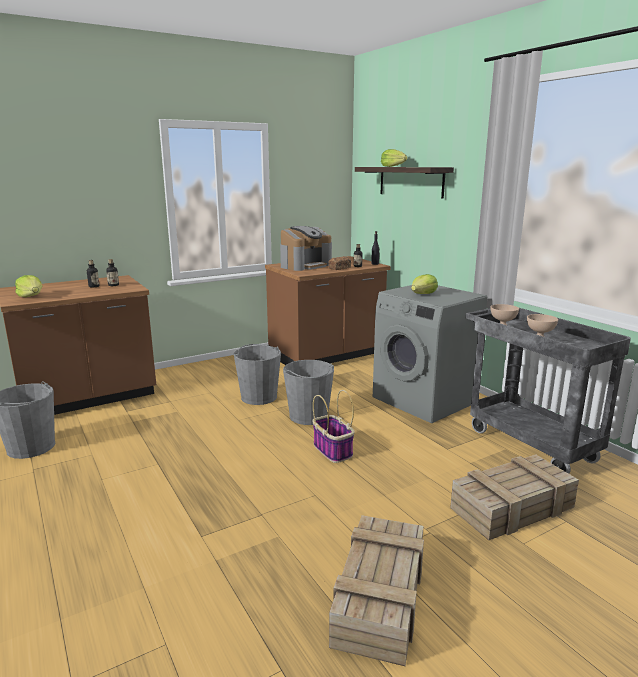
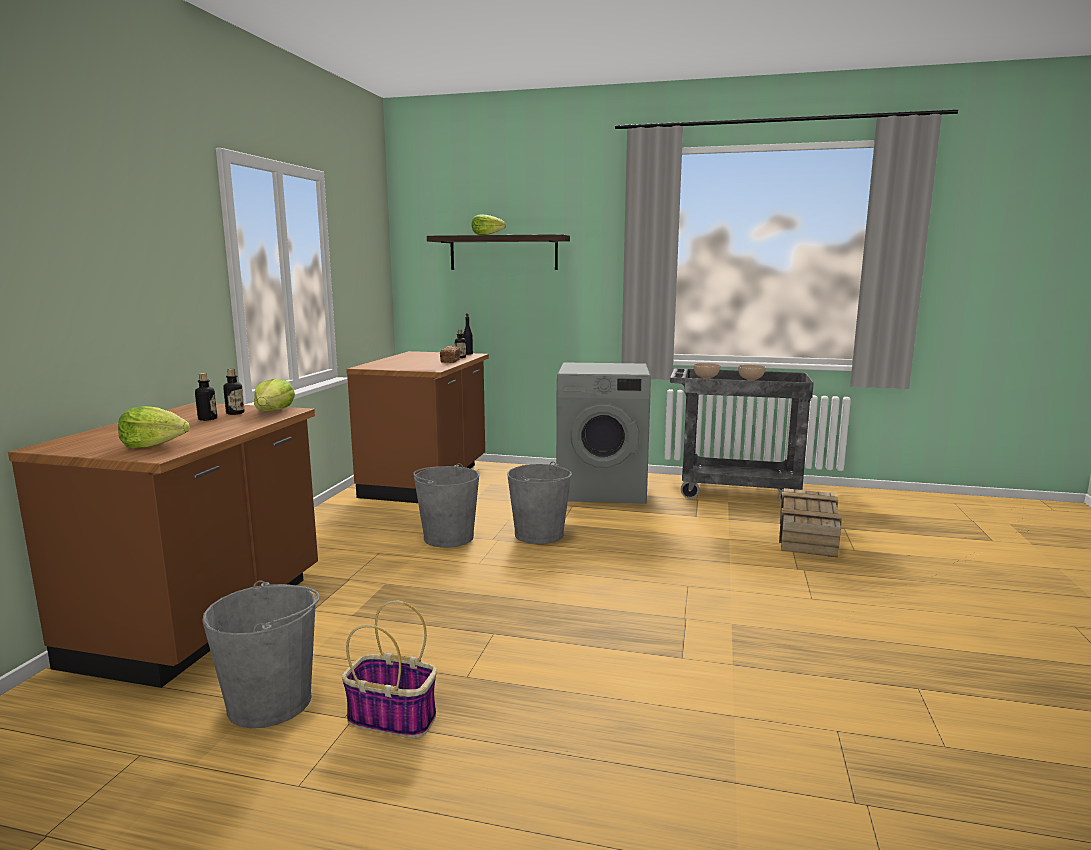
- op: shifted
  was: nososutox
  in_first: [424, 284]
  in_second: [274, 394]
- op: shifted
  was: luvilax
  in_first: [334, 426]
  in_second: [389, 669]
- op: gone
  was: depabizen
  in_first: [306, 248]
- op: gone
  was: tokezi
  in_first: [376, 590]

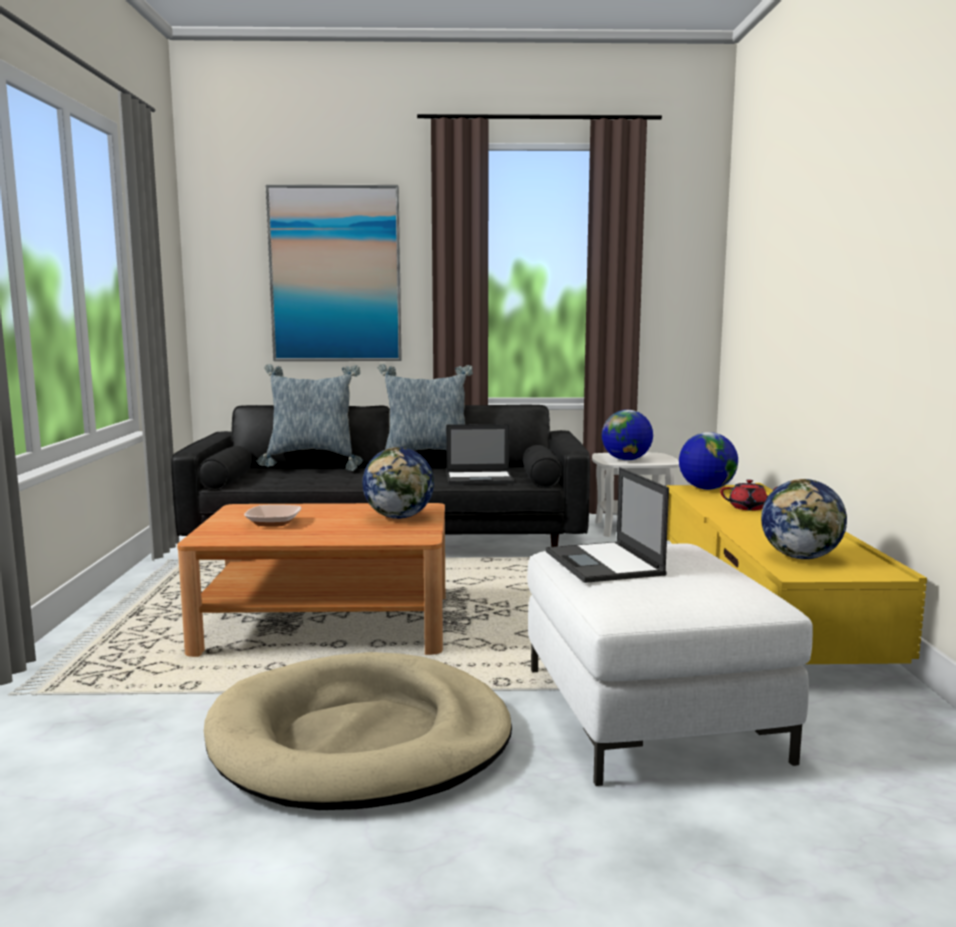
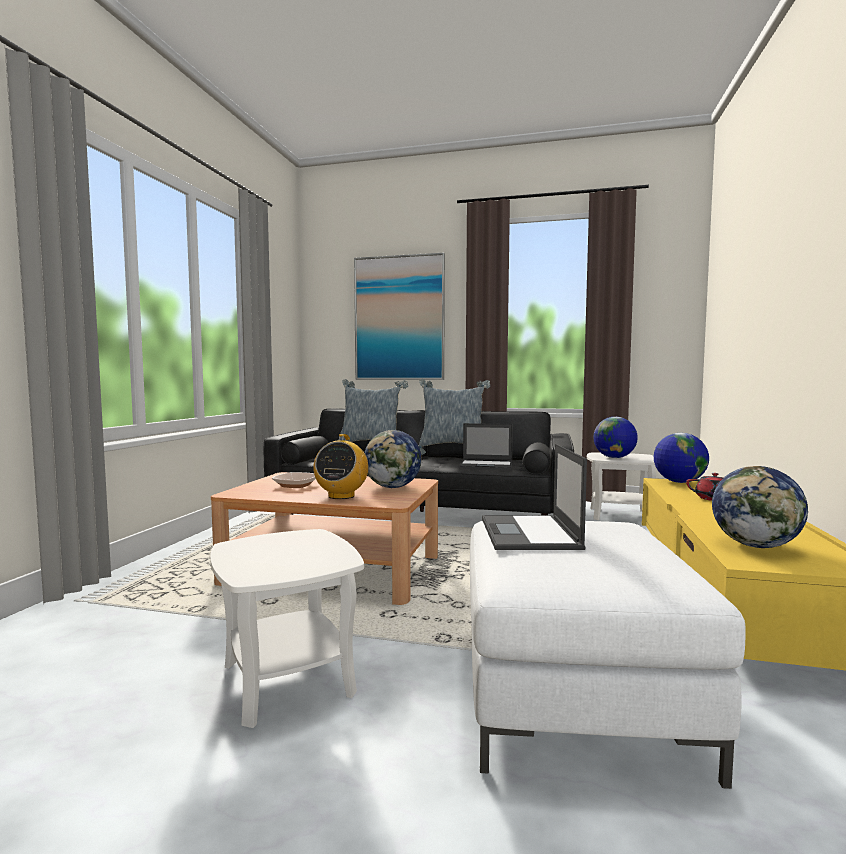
- op: swapped
  was: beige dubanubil
  now: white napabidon
  in_first: [358, 731]
  in_second: [287, 628]
- op: new
  now: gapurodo
  in_second: [340, 466]

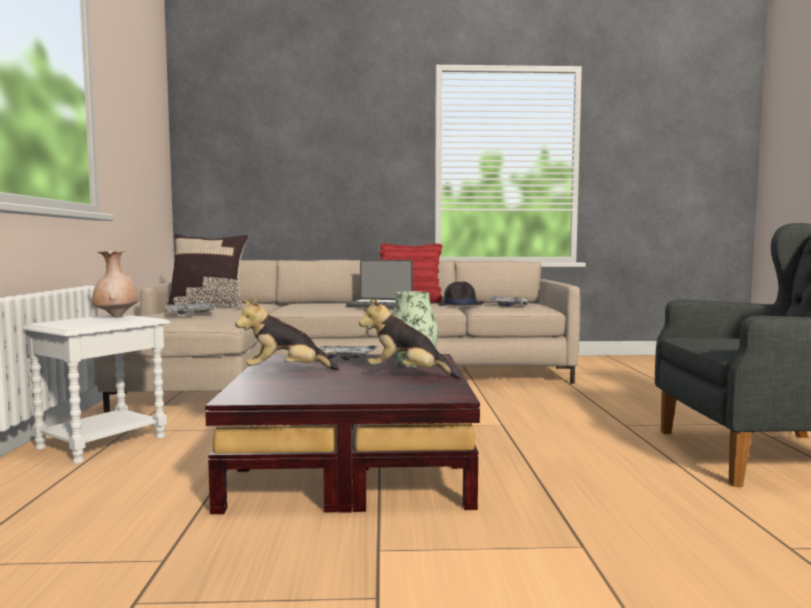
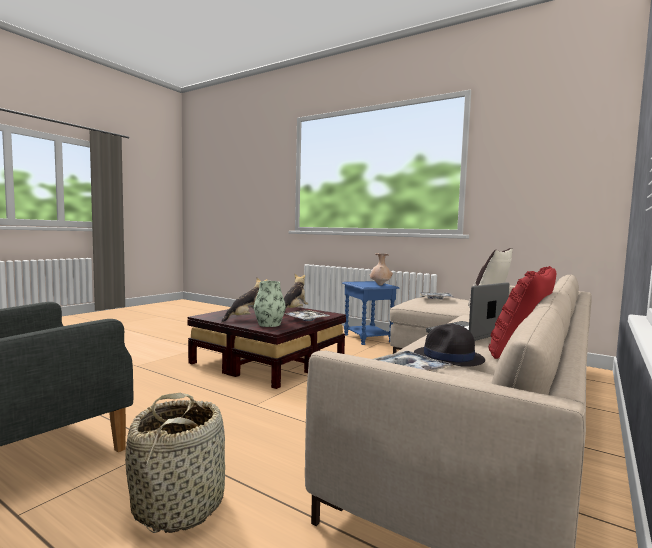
- op: new
  now: luvilax
  in_second: [175, 463]
- op: repainted
  was: white napabidon
  now: blue napabidon
  in_first: [96, 389]
  in_second: [371, 313]

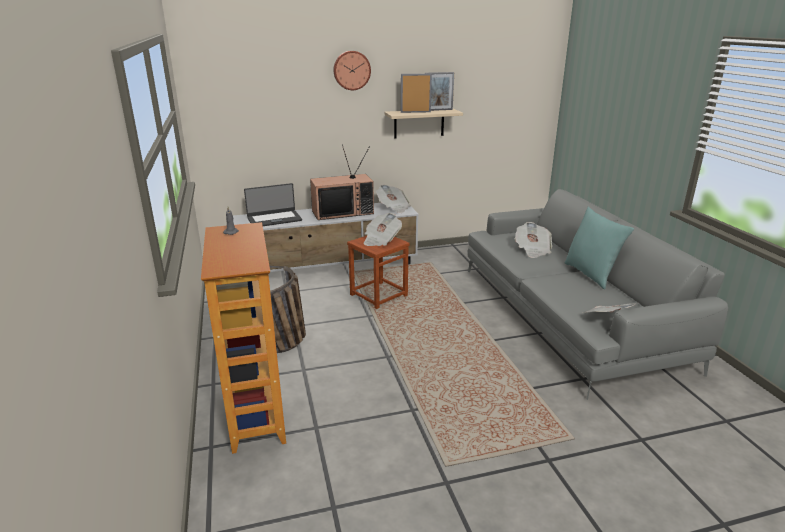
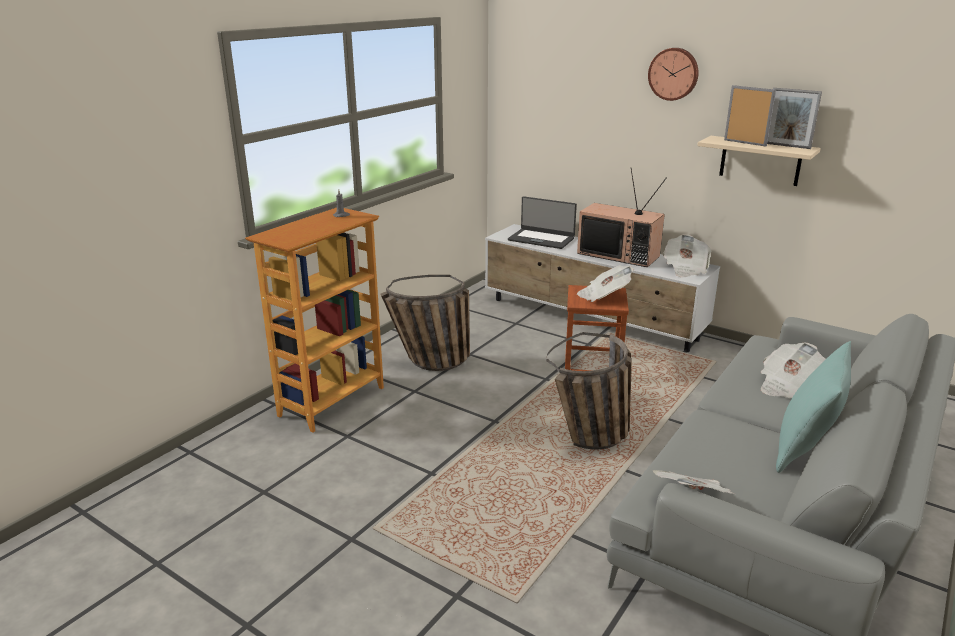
- op: new
  now: luvilax
  in_second: [589, 390]

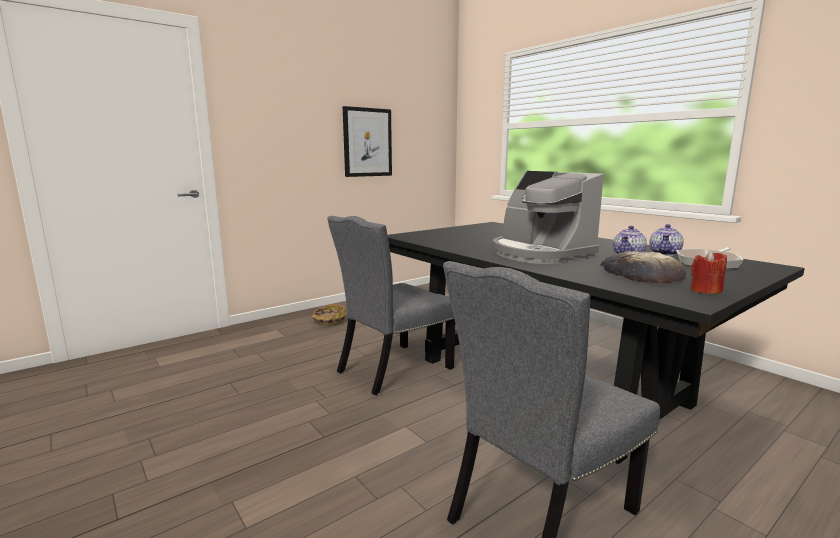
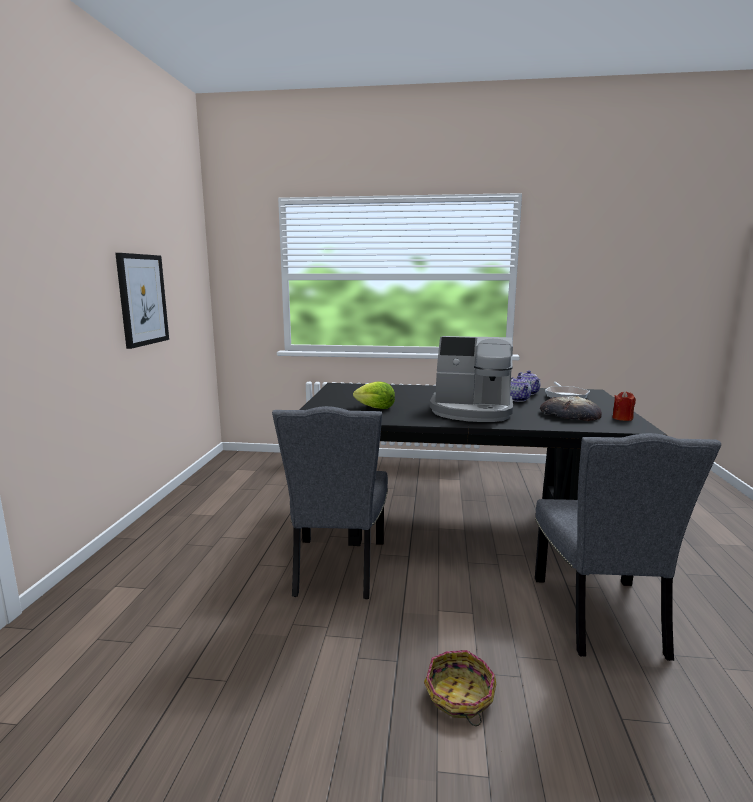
- op: new
  now: nososutox
  in_second: [374, 395]
- op: shifted
  was: luvilax
  in_first: [329, 315]
  in_second: [460, 688]

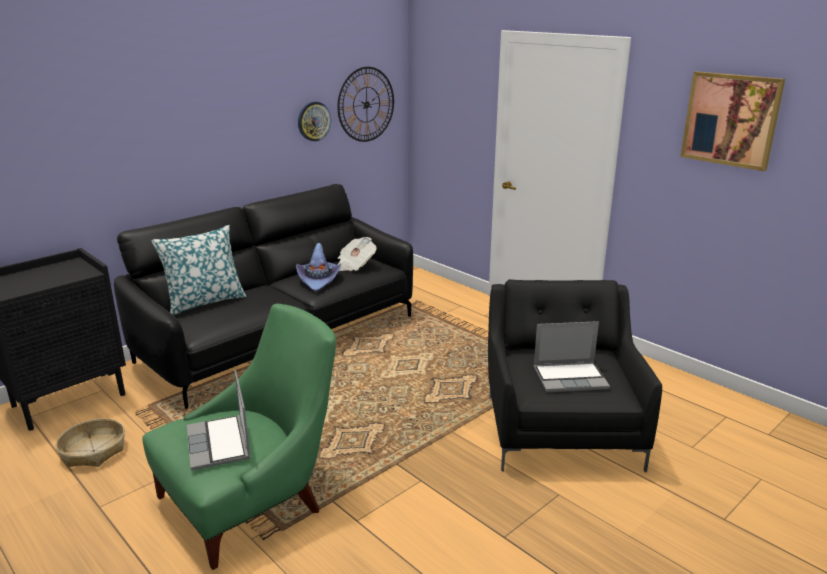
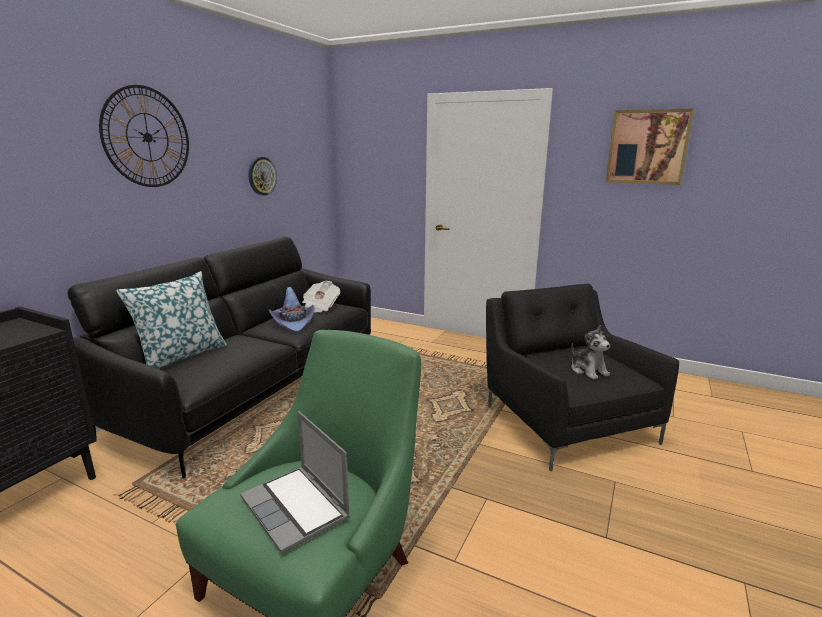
- op: shifted
  was: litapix
  in_first: [365, 104]
  in_second: [144, 136]
- op: swapped
  was: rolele
  now: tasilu
  in_first: [571, 356]
  in_second: [591, 352]
- op: gone
  was: luvilax
  in_first: [90, 443]

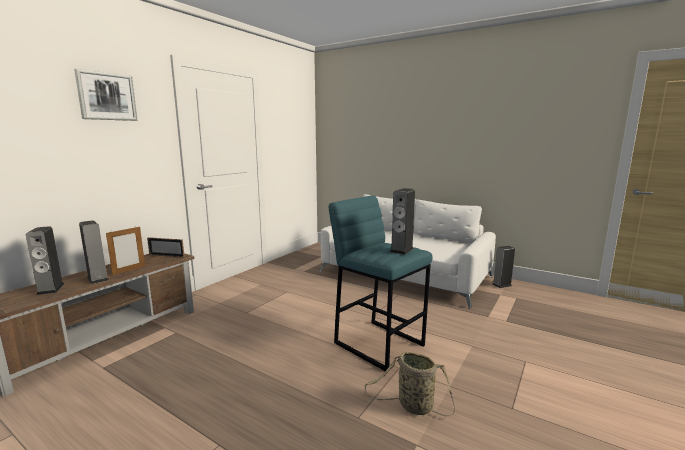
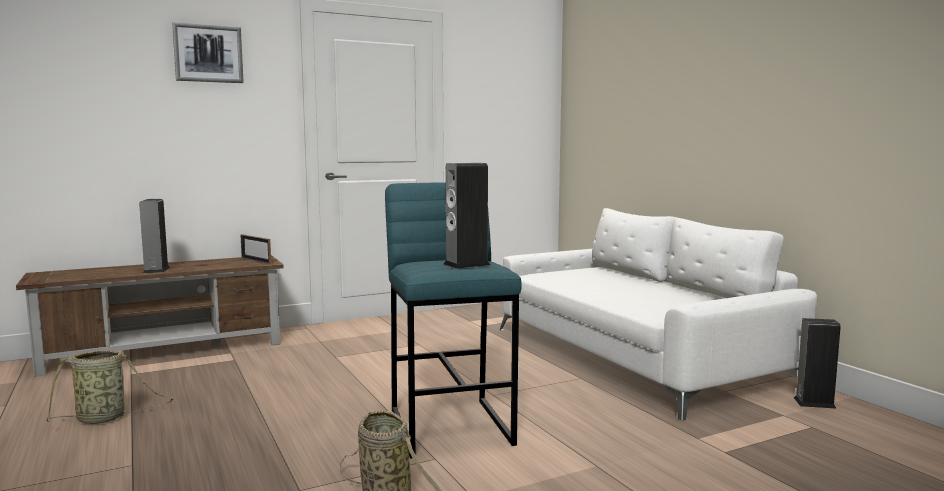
- op: new
  now: luvilax
  in_second: [109, 387]
- op: gone
  was: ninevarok
  in_first: [45, 260]
- op: gone
  was: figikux
  in_first: [125, 251]

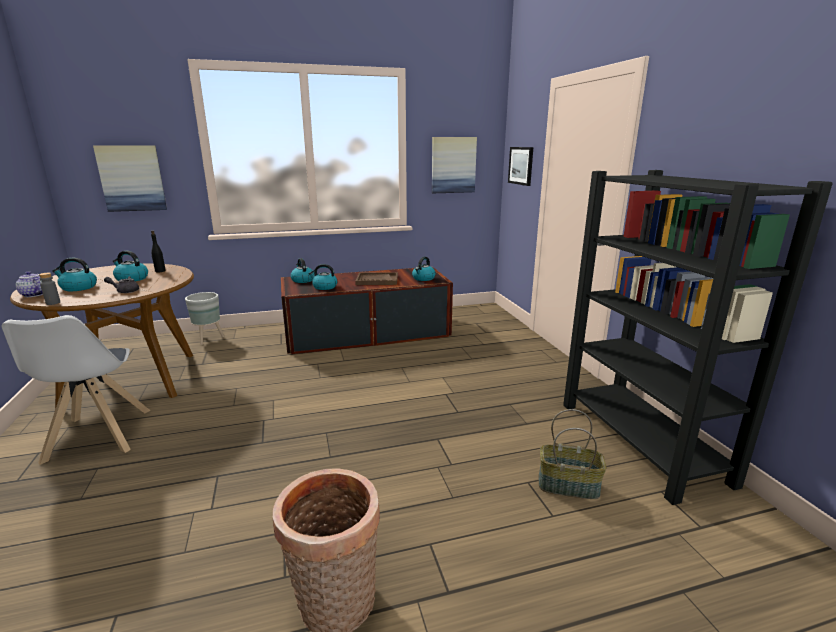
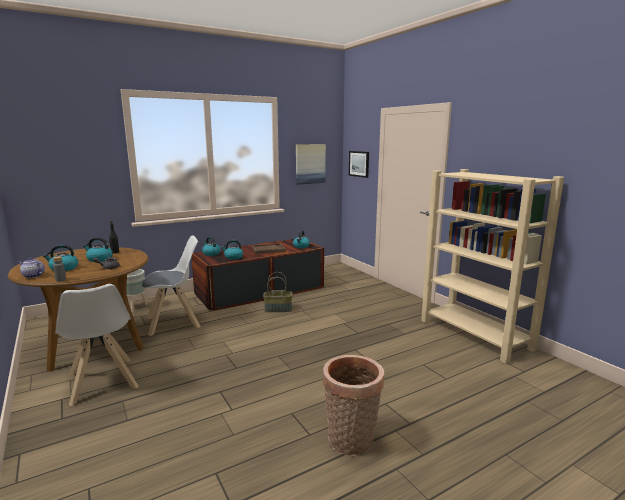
- op: new
  now: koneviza
  in_second: [171, 286]
- op: shifted
  was: luvilax
  in_first: [572, 454]
  in_second: [278, 292]
- op: repainted
  was: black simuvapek
  now: beige simuvapek
  in_first: [698, 337]
  in_second: [492, 266]
- op: gone
  was: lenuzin
  in_first: [130, 178]

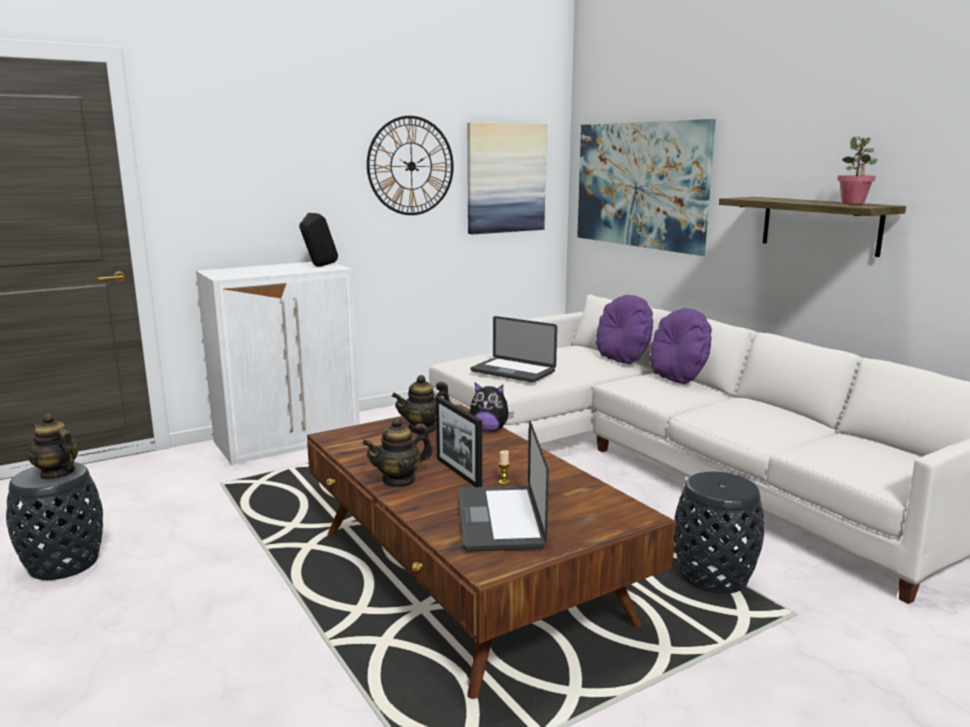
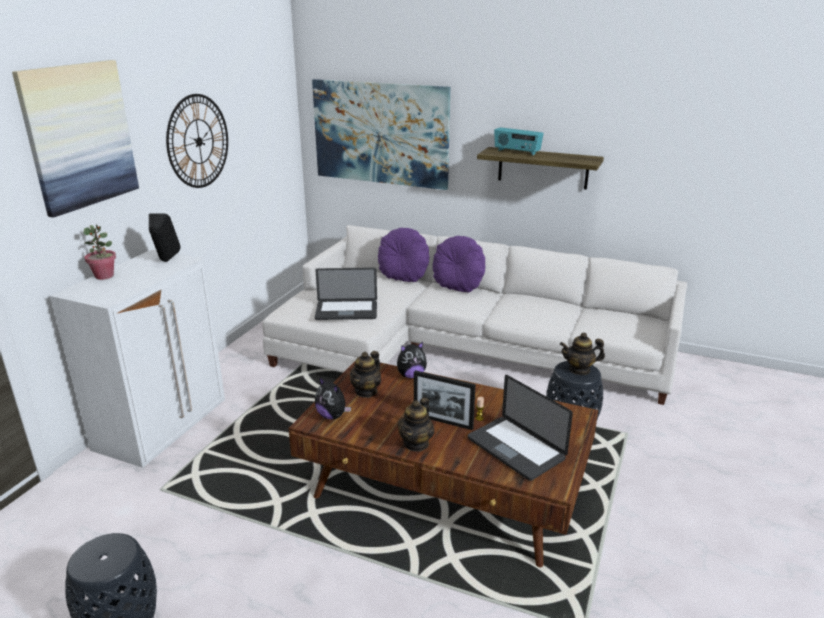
- op: shifted
  was: lenuzin
  in_first: [507, 178]
  in_second: [75, 139]
- op: shifted
  was: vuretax
  in_first: [857, 170]
  in_second: [100, 252]
- op: new
  now: tasilu
  in_second: [333, 398]
- op: new
  now: gapurodo
  in_second: [519, 141]
- op: shifted
  was: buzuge
  in_first: [53, 447]
  in_second: [582, 354]

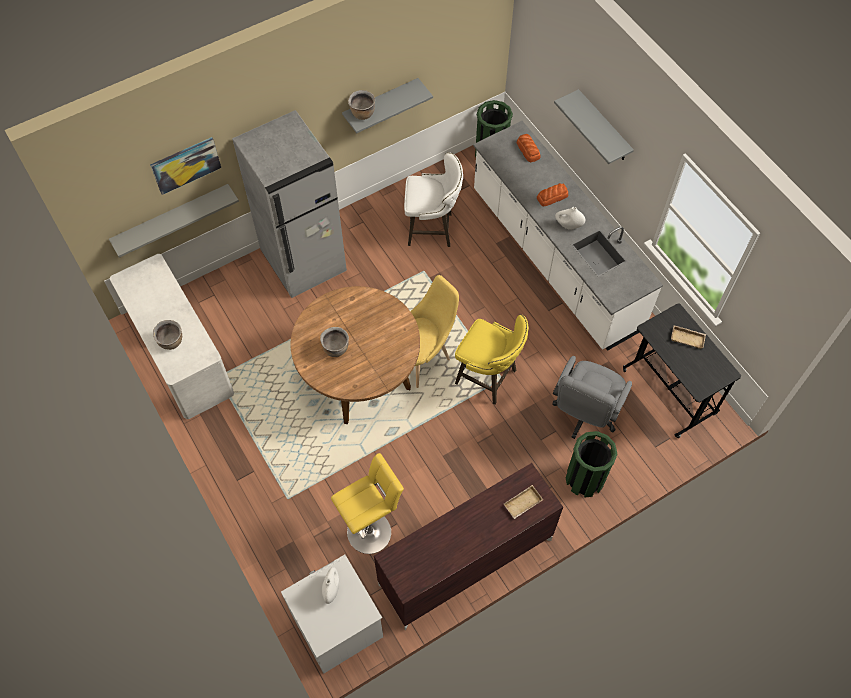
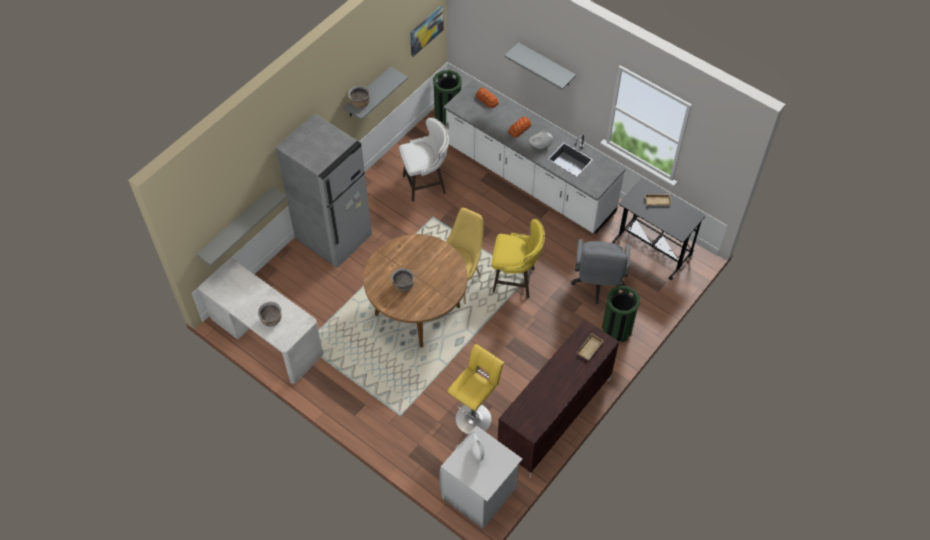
- op: shifted
  was: lenuzin
  in_first: [185, 166]
  in_second: [427, 31]

